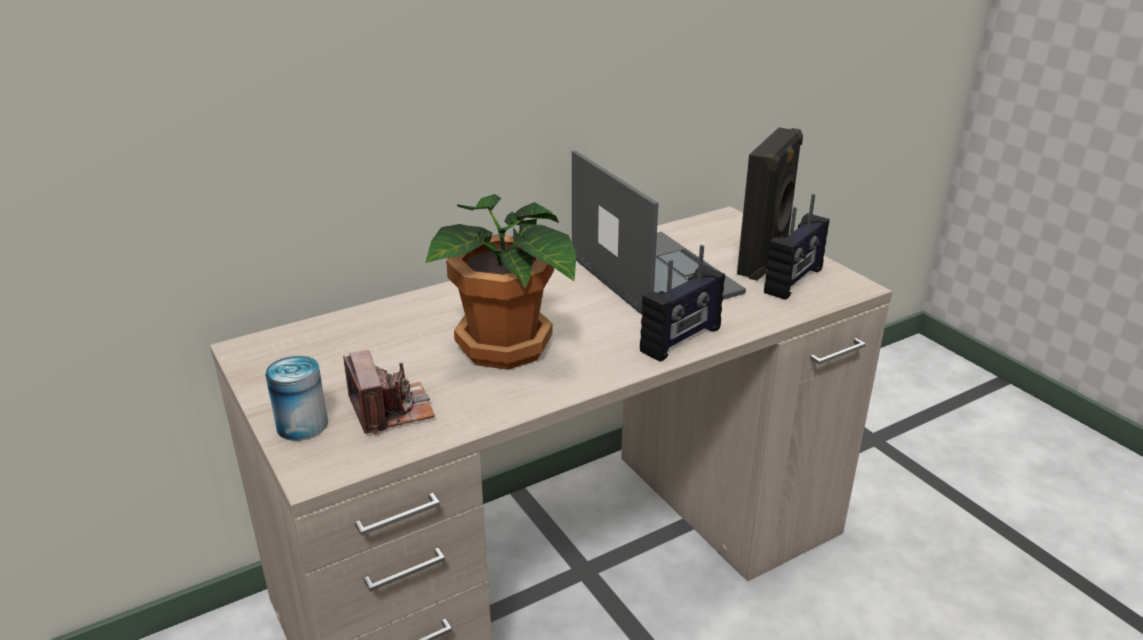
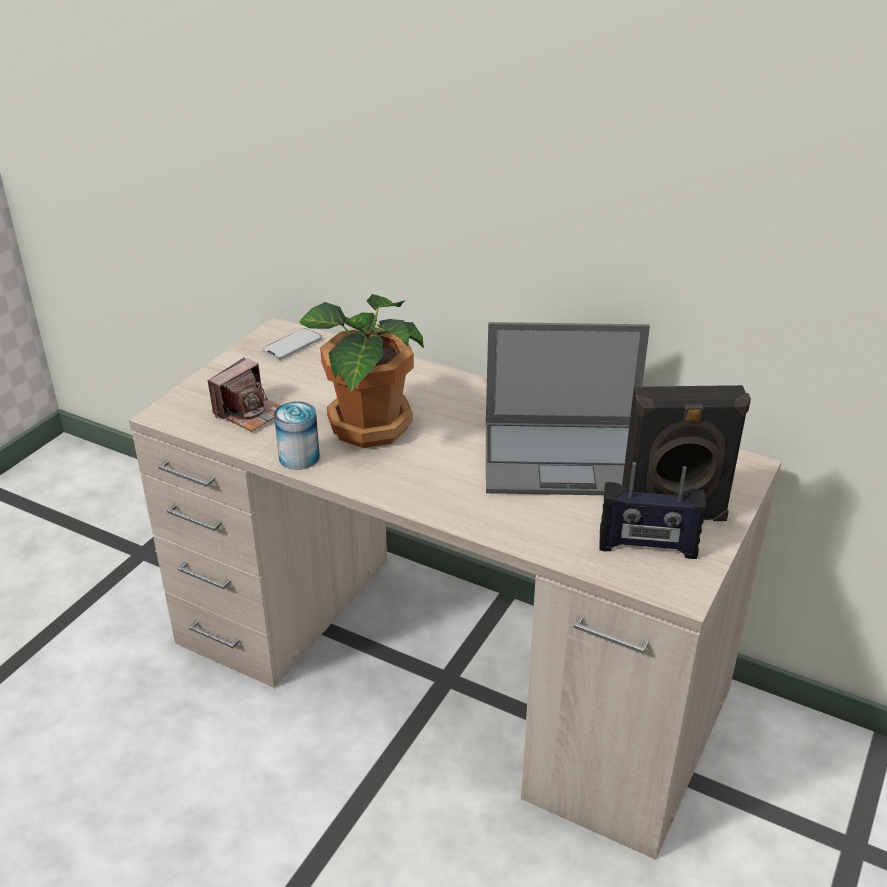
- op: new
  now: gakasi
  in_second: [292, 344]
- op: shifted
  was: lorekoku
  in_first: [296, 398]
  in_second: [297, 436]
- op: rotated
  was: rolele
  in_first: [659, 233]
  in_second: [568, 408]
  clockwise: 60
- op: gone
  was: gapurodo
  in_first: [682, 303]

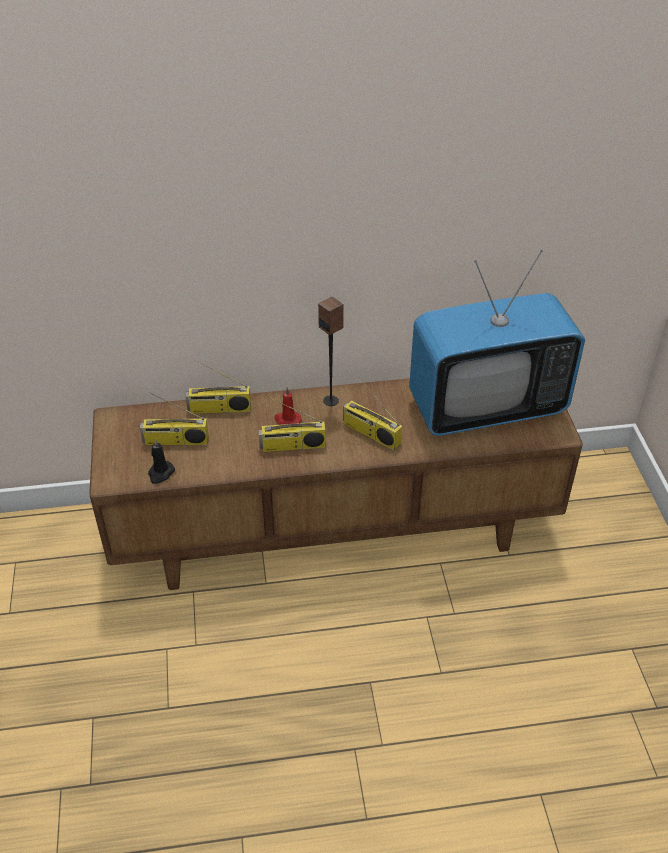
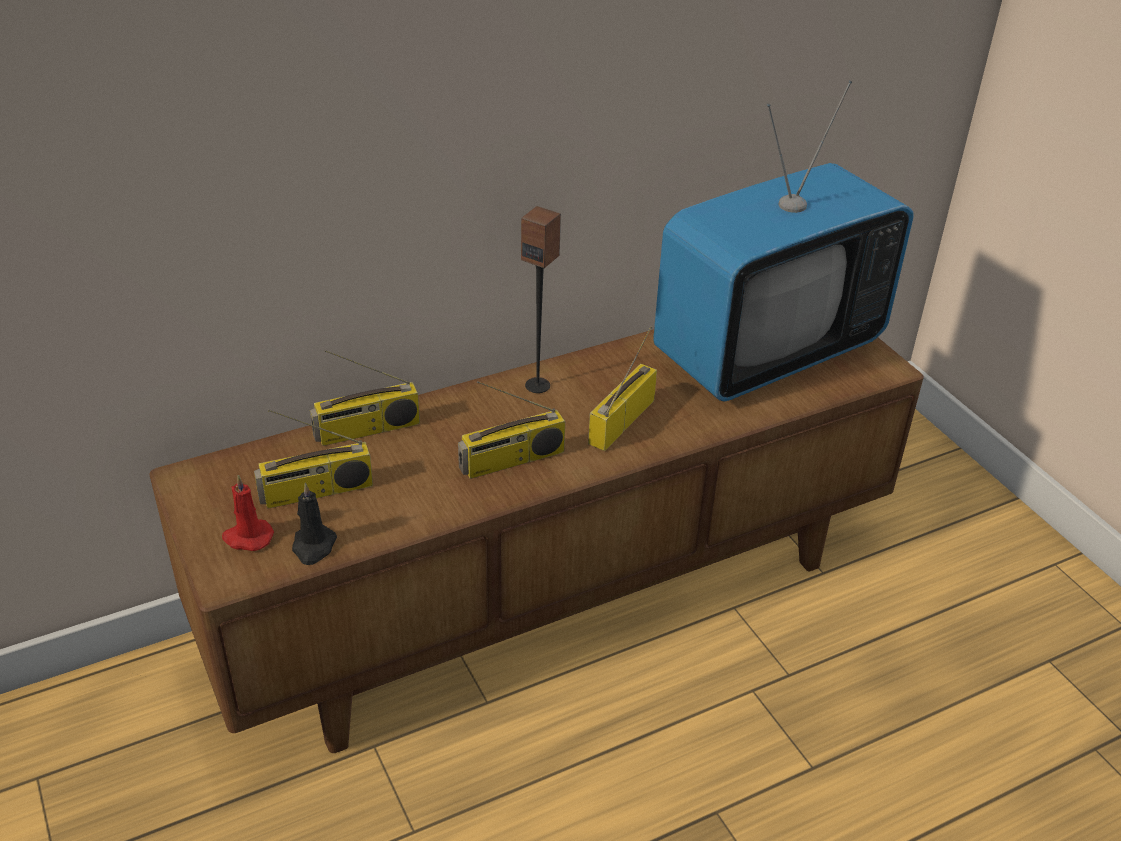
- op: shifted
  was: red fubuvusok
  in_first: [288, 406]
  in_second: [248, 513]
- op: rotated
  was: gapurodo
  in_first: [372, 413]
  in_second: [622, 388]
  clockwise: 105

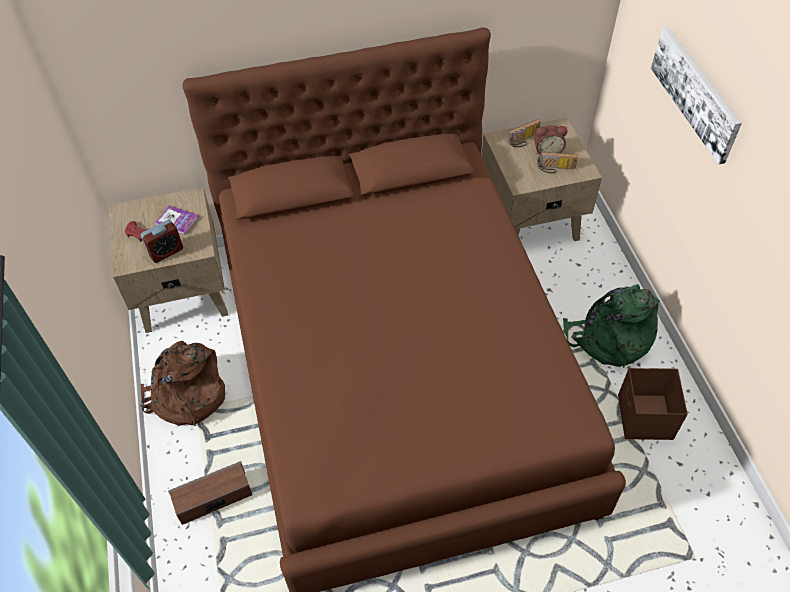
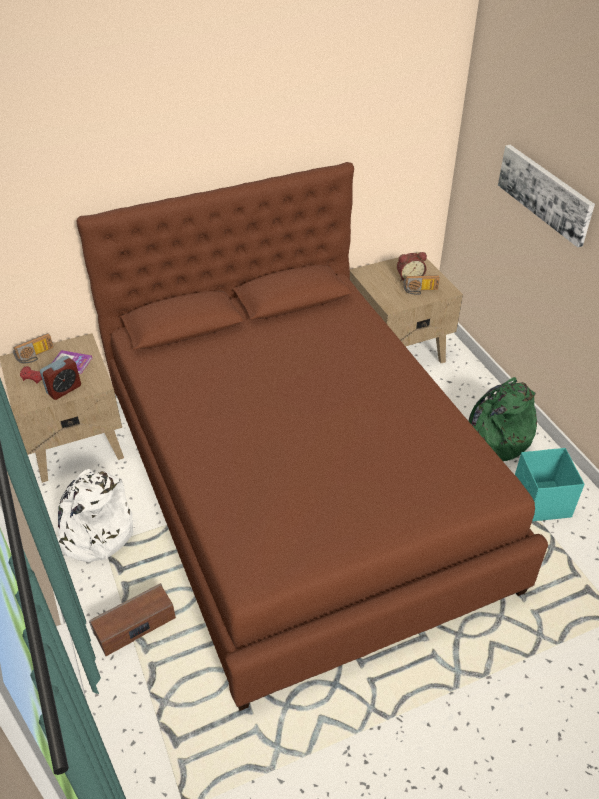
- op: shifted
  was: gapurodo
  in_first: [524, 133]
  in_second: [33, 348]
- op: repainted
  was: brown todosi
  now: white todosi
  in_first: [182, 383]
  in_second: [93, 516]
- op: repainted
  was: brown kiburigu
  now: turquoise kiburigu
  in_first: [653, 404]
  in_second: [550, 484]

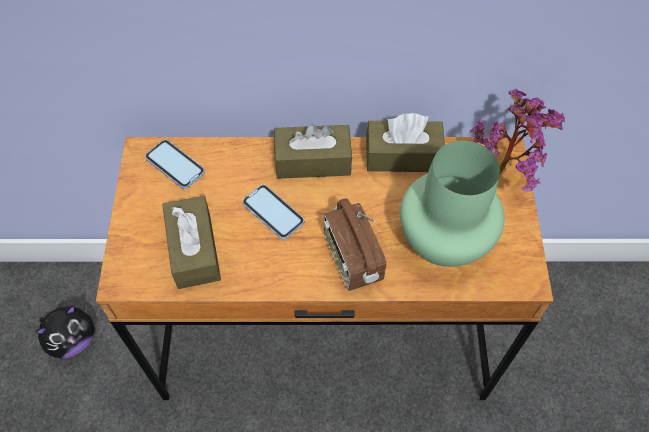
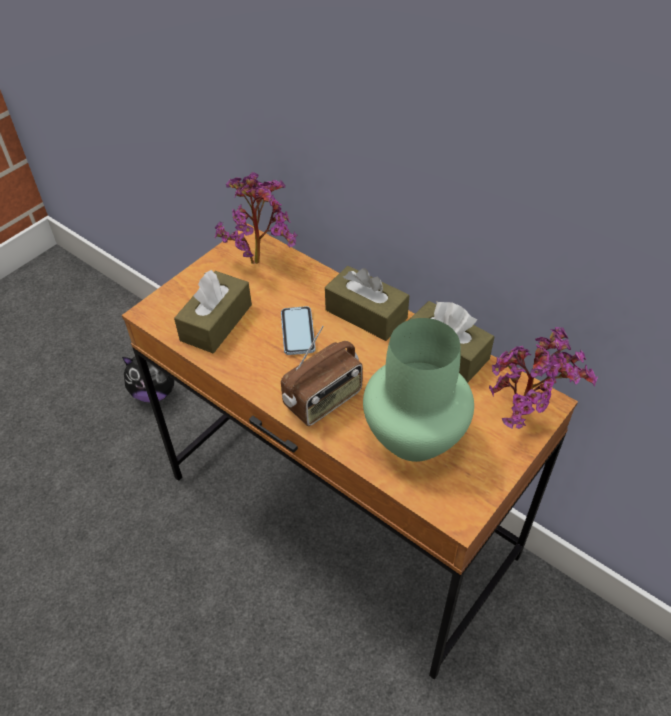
- op: swapped
  was: gakasi
  now: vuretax
  in_first: [175, 164]
  in_second: [255, 218]
- op: rotated
  was: gapurodo
  in_first: [355, 244]
  in_second: [322, 376]
  clockwise: -150

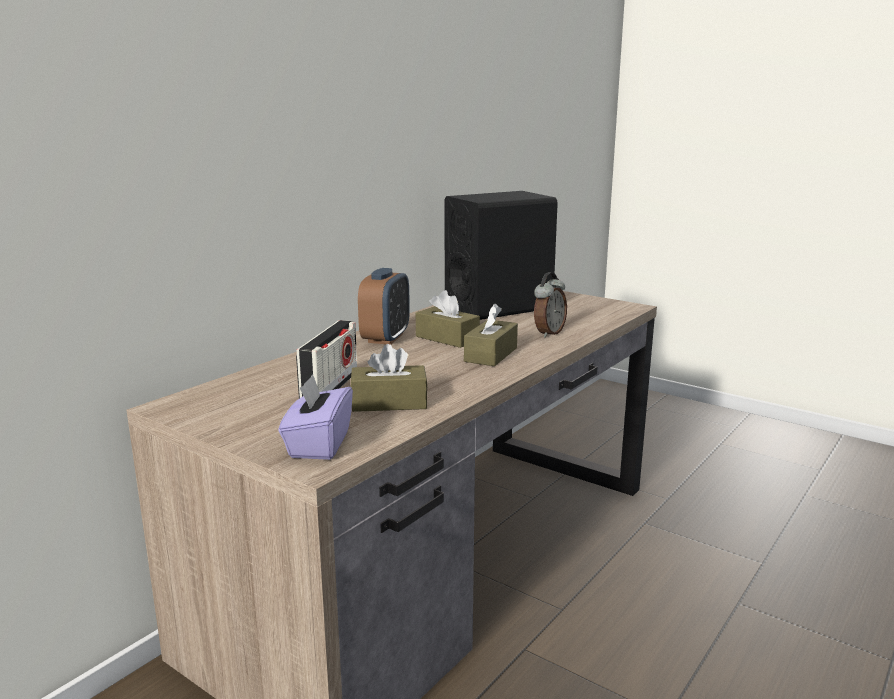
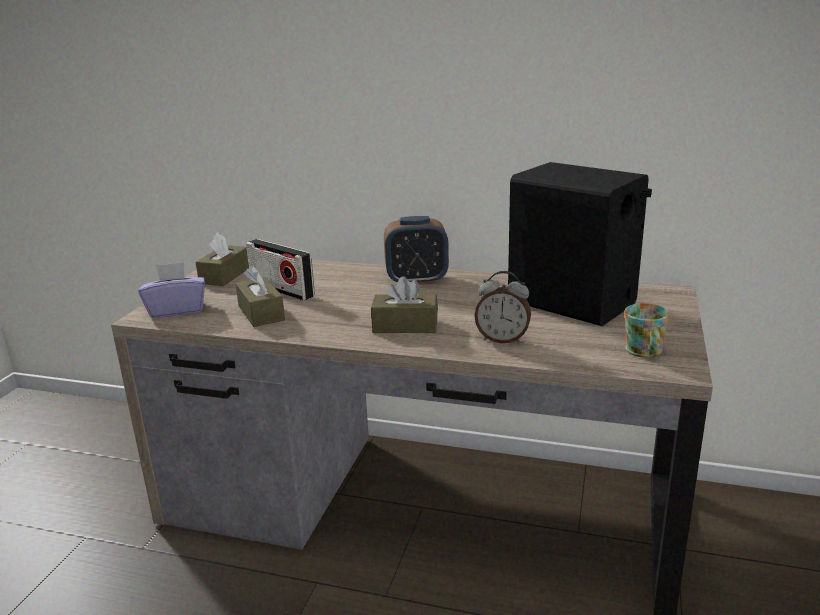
- op: shifted
  was: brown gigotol
  in_first: [448, 319]
  in_second: [222, 259]
- op: rotated
  was: gapurodo
  in_first: [326, 359]
  in_second: [280, 270]
  clockwise: 45
- op: new
  now: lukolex
  in_second: [647, 330]

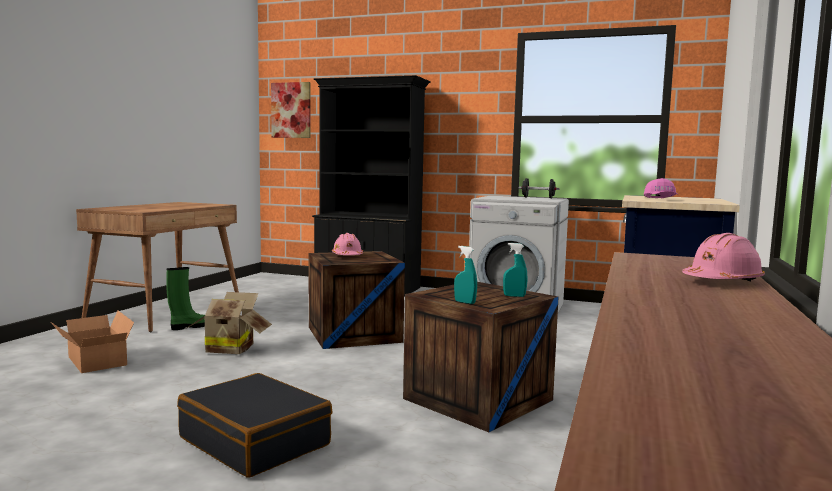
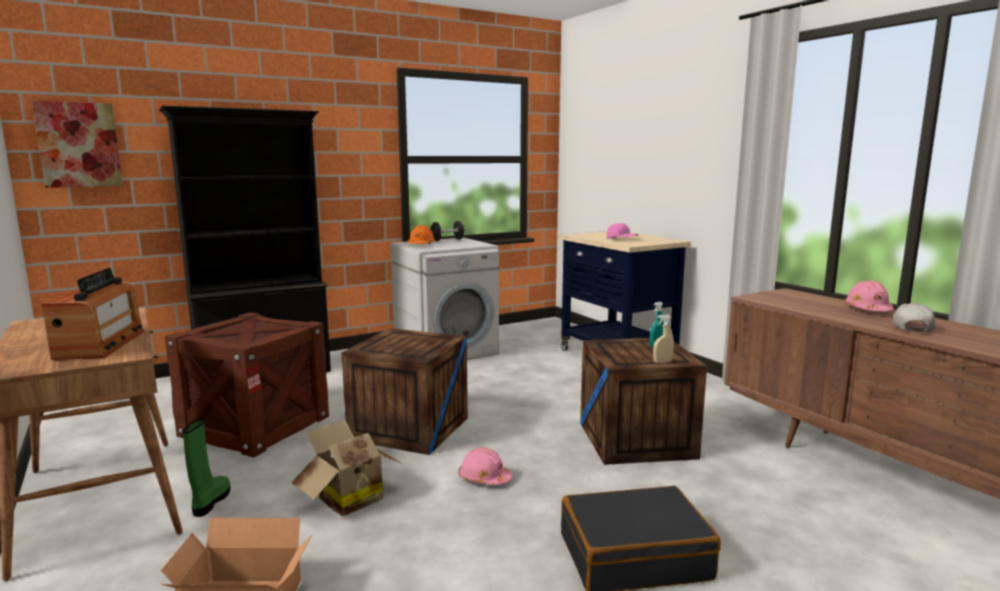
- op: new
  now: gapurodo
  in_second: [93, 314]
- op: new
  now: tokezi
  in_second: [247, 385]
- op: new
  now: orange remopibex
  in_second: [421, 234]
- op: shifted
  was: pink remopibex
  in_first: [347, 244]
  in_second: [485, 466]
- op: repainted
  was: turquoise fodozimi
  now: beige fodozimi
  in_first: [465, 275]
  in_second: [663, 339]
- op: new
  now: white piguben
  in_second: [914, 317]

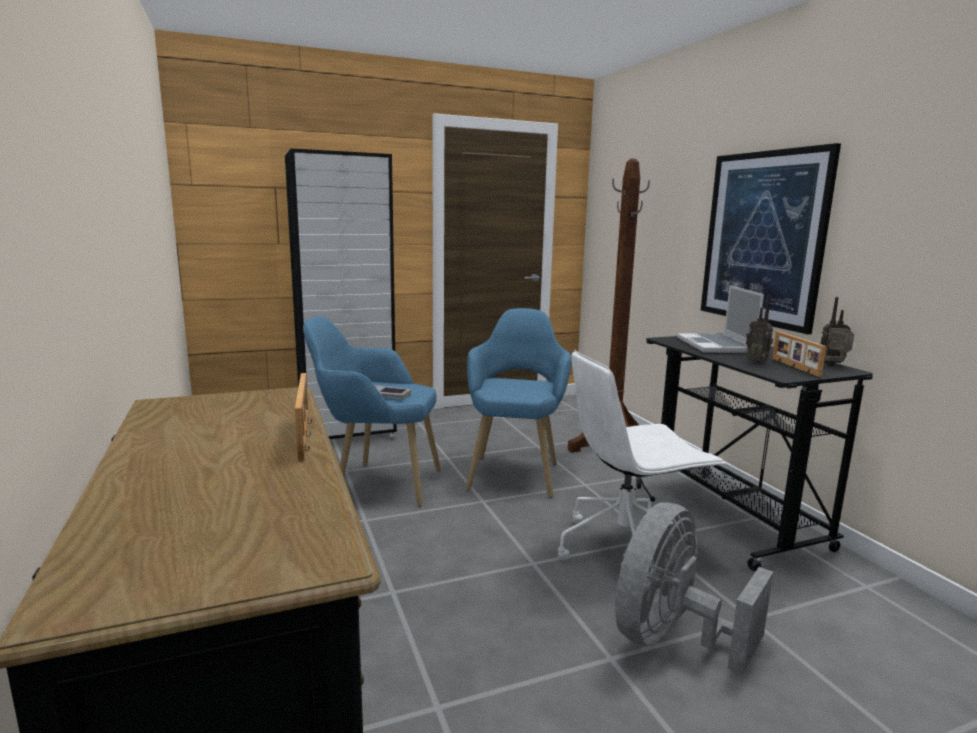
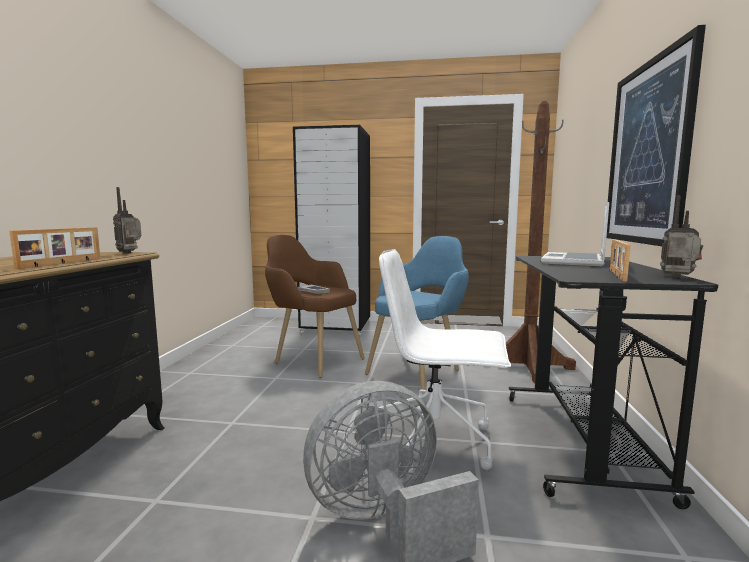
- op: shifted
  was: gapurodo
  in_first: [759, 329]
  in_second: [127, 220]
- op: repainted
  was: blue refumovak
  now: brown refumovak
  in_first: [372, 411]
  in_second: [315, 306]

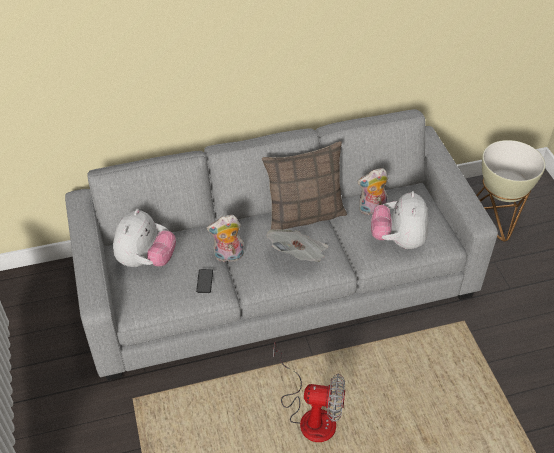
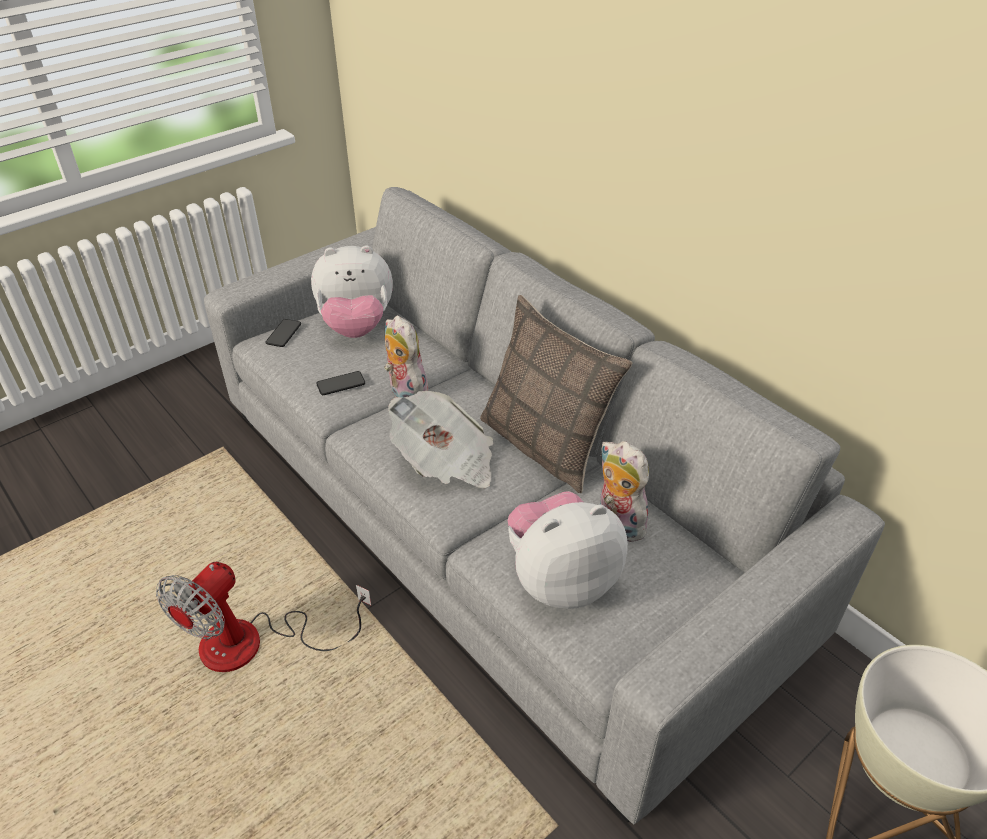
- op: rotated
  was: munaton
  in_first: [309, 393]
  in_second: [264, 617]
  clockwise: 45
- op: new
  now: gakasi
  in_second: [283, 333]

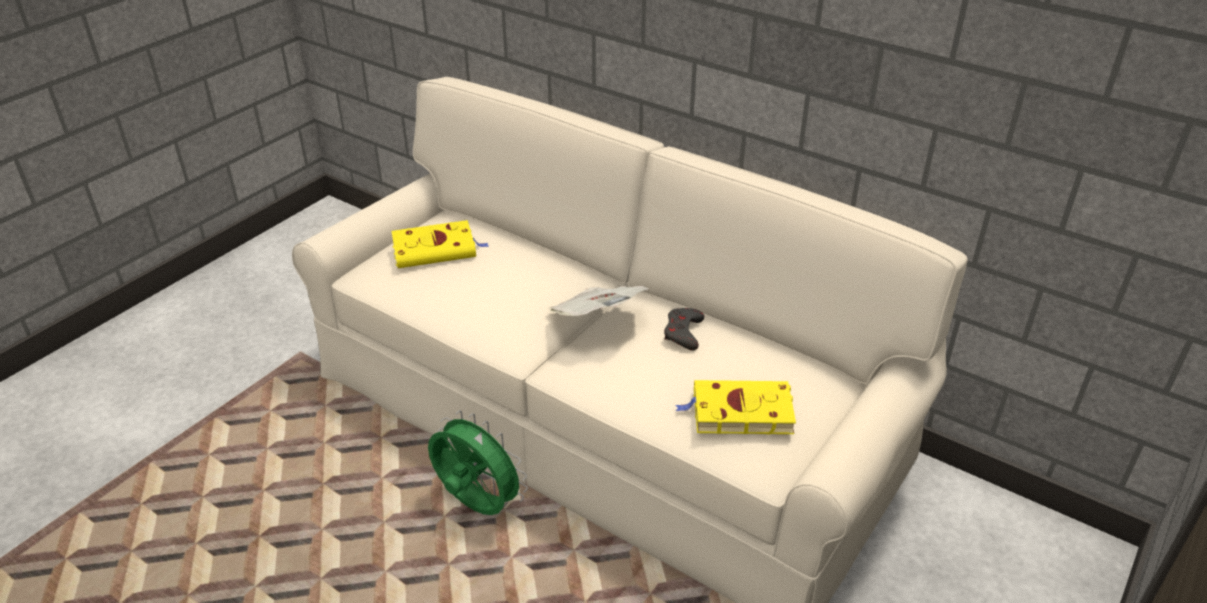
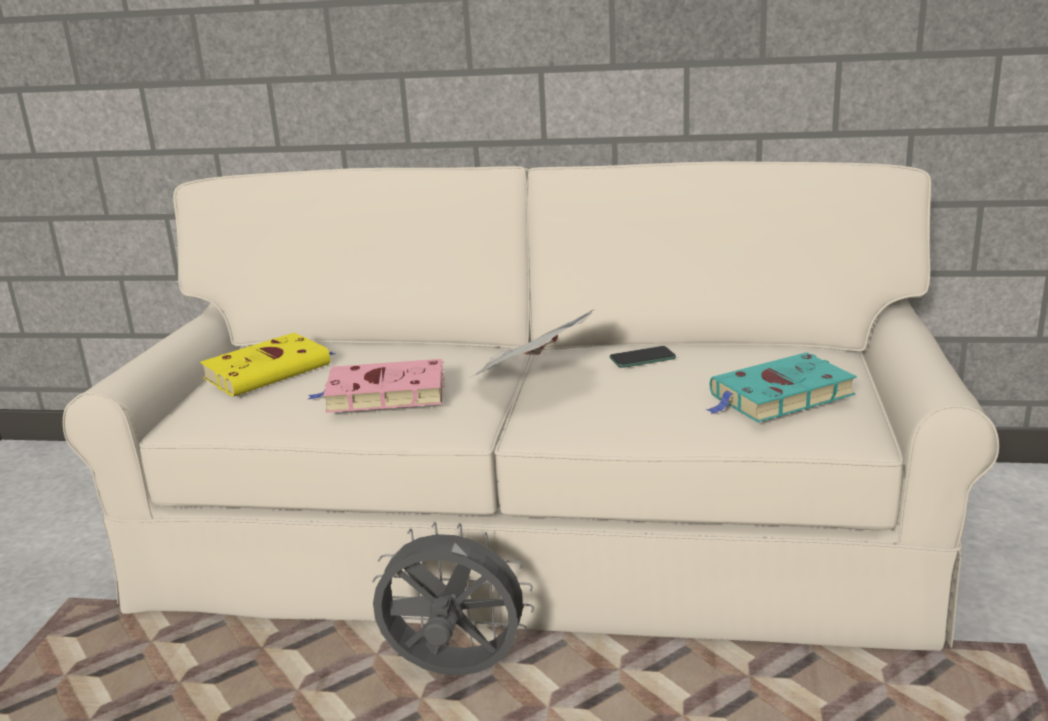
- op: new
  now: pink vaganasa
  in_second: [376, 386]
- op: repainted
  was: green munaton
  now: grey munaton
  in_first: [478, 462]
  in_second: [453, 598]
- op: swapped
  was: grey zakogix
  now: gakasi
  in_first: [684, 329]
  in_second: [643, 357]
- op: repainted
  was: yellow vaganasa
  now: turquoise vaganasa
  in_first: [736, 407]
  in_second: [782, 387]

